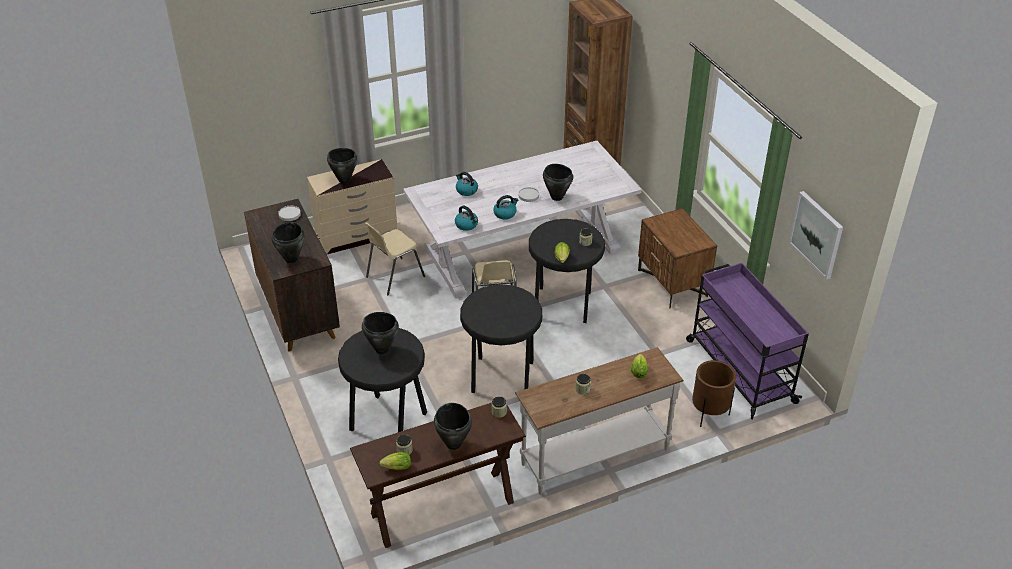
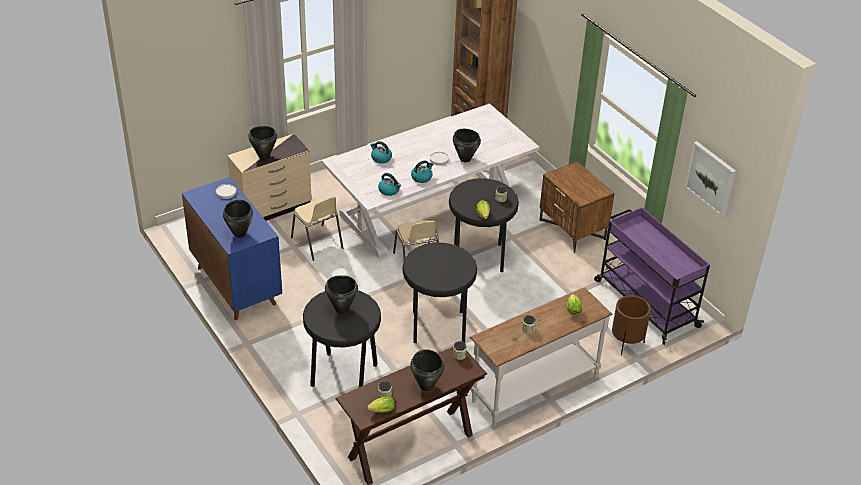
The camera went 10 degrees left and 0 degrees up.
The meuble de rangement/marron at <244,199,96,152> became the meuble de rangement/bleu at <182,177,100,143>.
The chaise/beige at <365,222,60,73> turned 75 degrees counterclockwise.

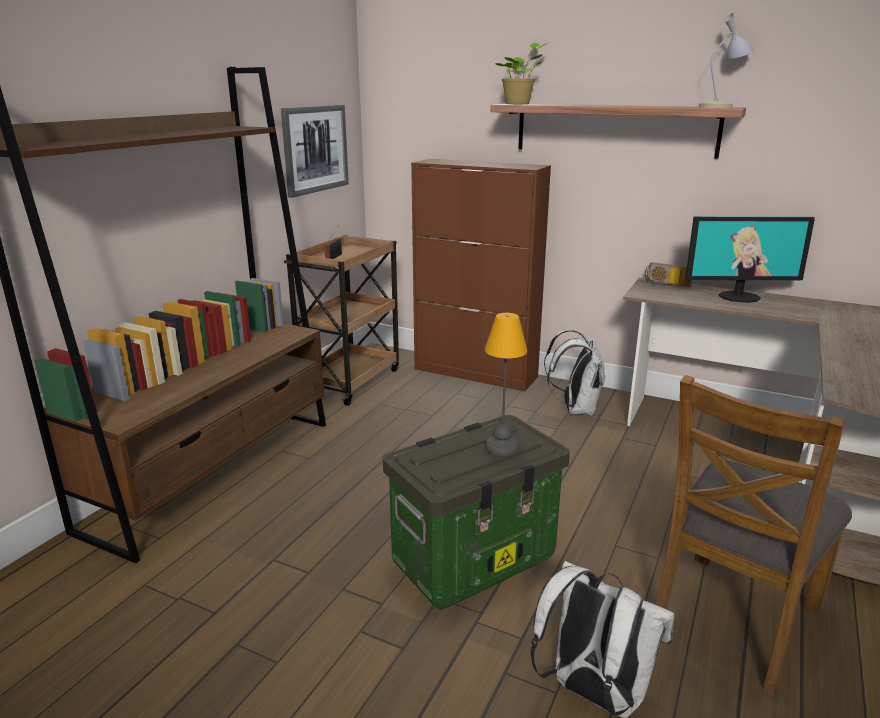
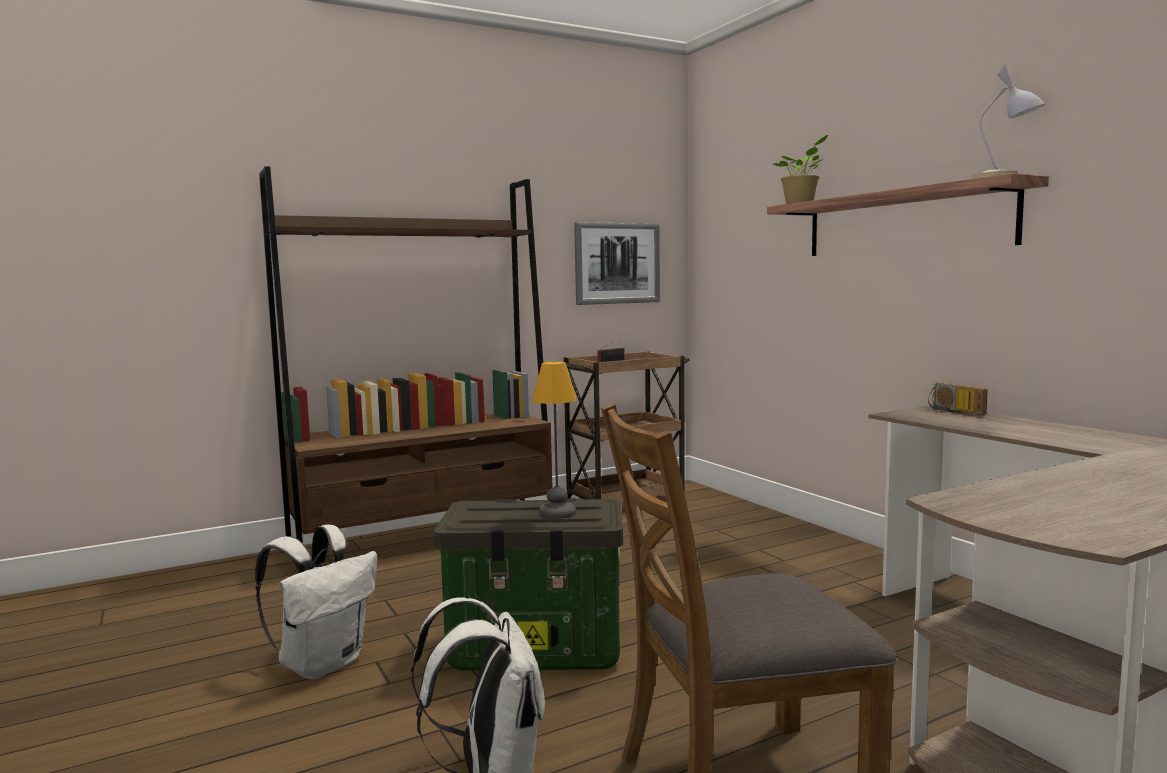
The camera went 35 degrees right and 15 degrees down.
The meuble de rangement/marron at <411,159,140,232> disappeared.
The écran d'ordinateur at <685,217,130,86> disappeared.
The sac à dos/blanc moved from <544,329,61,87> to <255,525,122,154>.

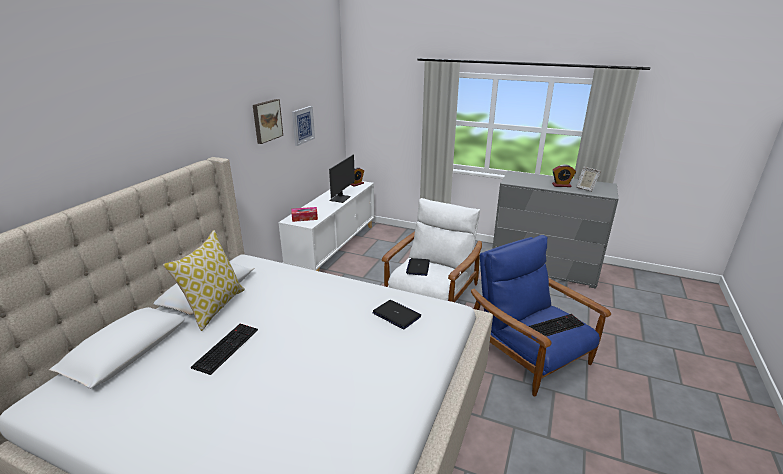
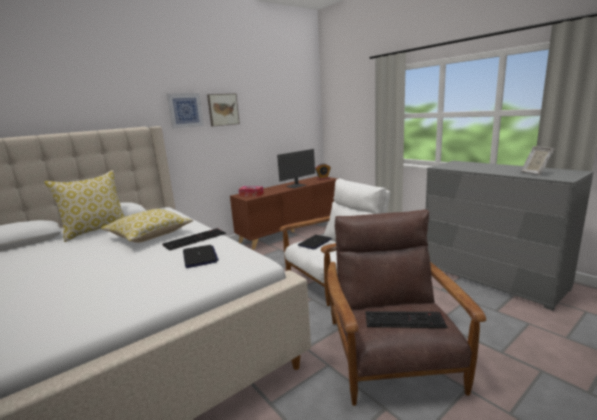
The camera went 30 degrees right and 10 degrees down.
The tableau moved from <292,106,23,40> to <166,93,38,36>.
The réveil at <552,164,24,23> disappeared.
The meuble de rangement/blanc at <278,181,96,90> became the meuble de rangement/marron at <230,176,108,74>.
The fauteuil/bleu at <471,235,140,162> became the fauteuil/marron at <327,209,159,197>.
The clavier moved from <191,324,67,51> to <162,228,64,23>.
The coussin at <101,209,92,34> appeared.

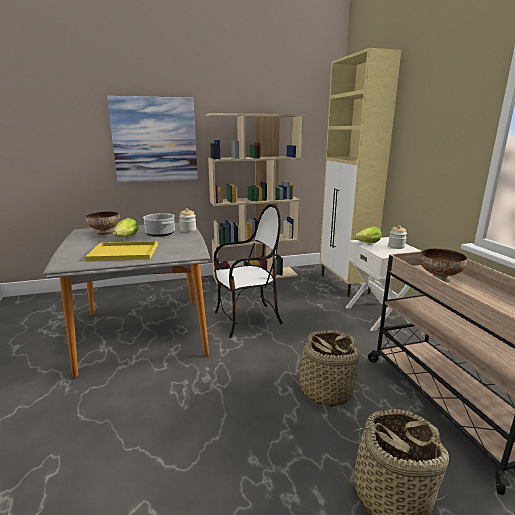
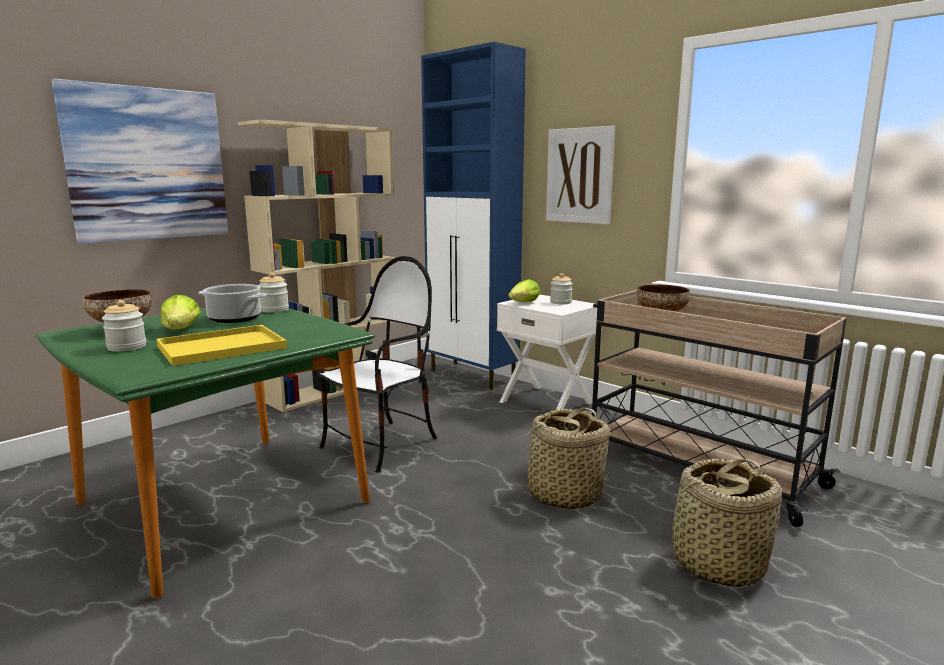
The camera went 30 degrees left and 5 degrees down.
The meuble de rangement/beige at <320,48,81,249> became the meuble de rangement/bleu at <421,42,105,348>.
The table à manger/gris at <43,223,167,154> became the table à manger/vert at <35,308,340,291>.
The tableau at <546,126,69,98> appeared.
The bocal at <102,300,44,52> appeared.

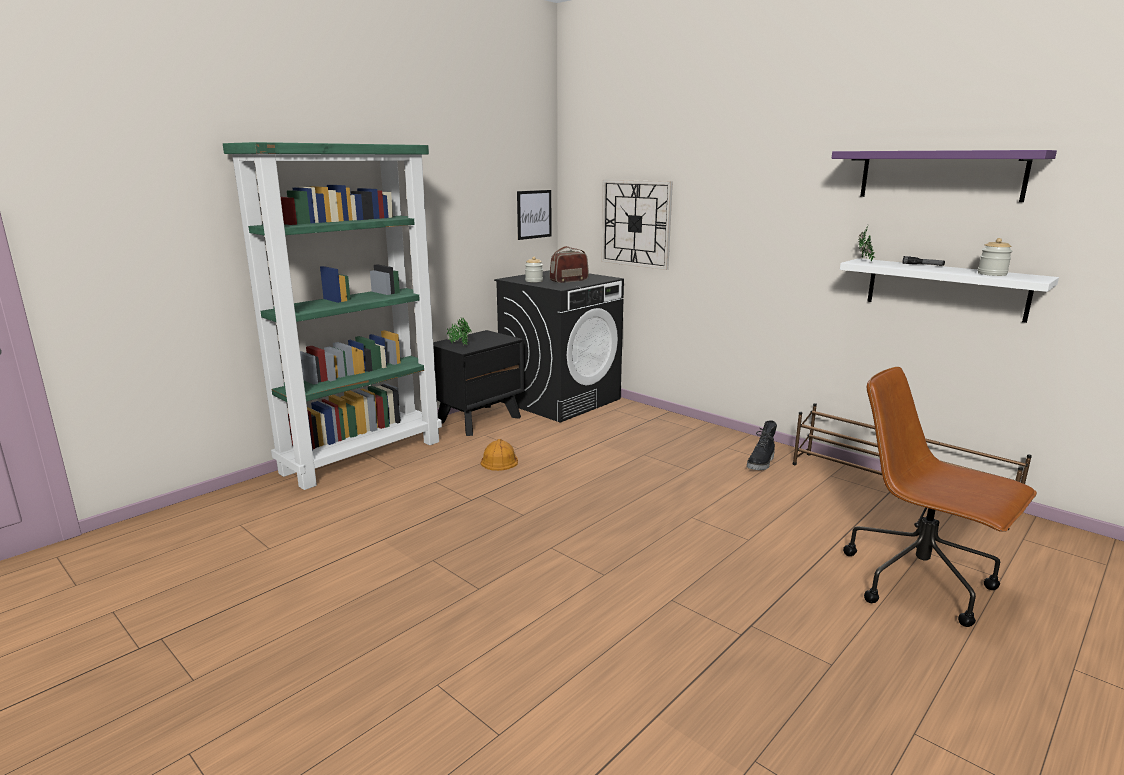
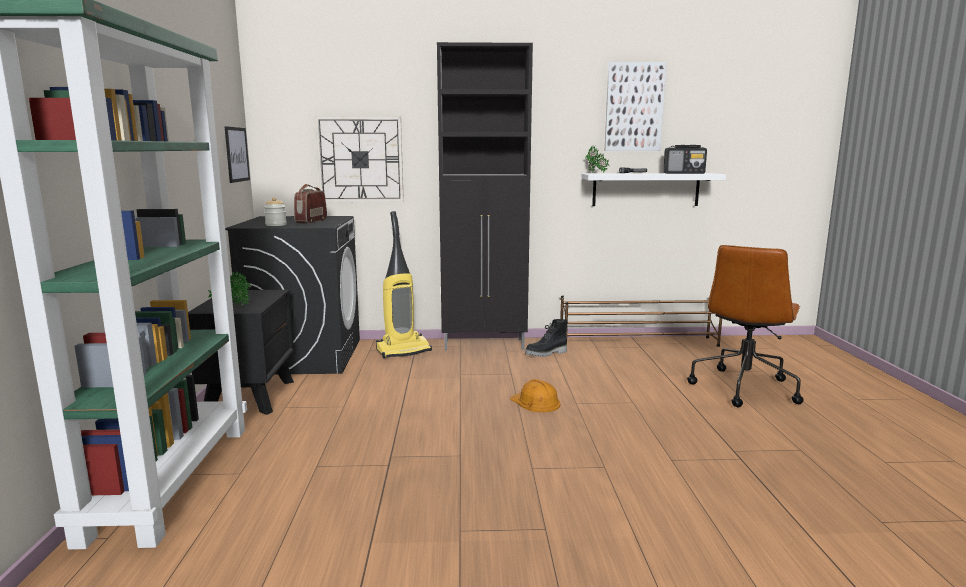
The camera went 45 degrees left and 5 degrees down.
The étagère/violet at <831,150,226,52> was replaced by the tableau at <605,62,61,89>.
The bocal at <978,238,34,38> was replaced by the radio at <663,145,44,29>.
The chaise de bureau/marron at <843,367,194,260> turned 60 degrees counterclockwise.
The botte/noir at <747,420,30,50> turned 75 degrees clockwise.
The casque de chantier/orange moved from <480,439,38,32> to <510,379,50,33>.
The meuble de rangement/noir at <437,42,96,309> appeared.
The aspirateur at <376,211,56,147> appeared.

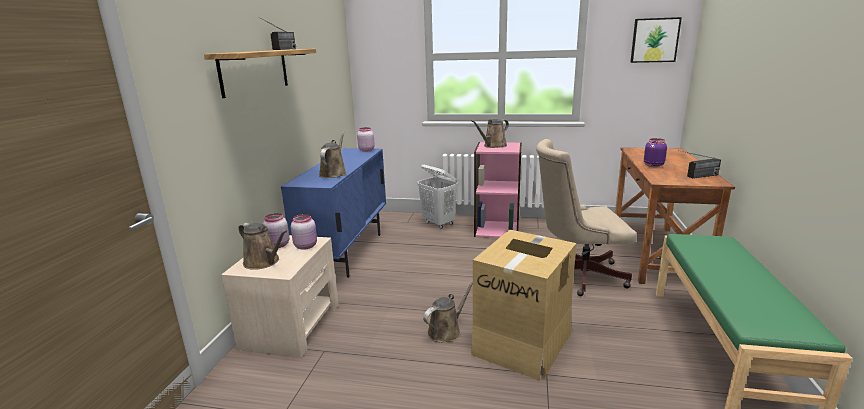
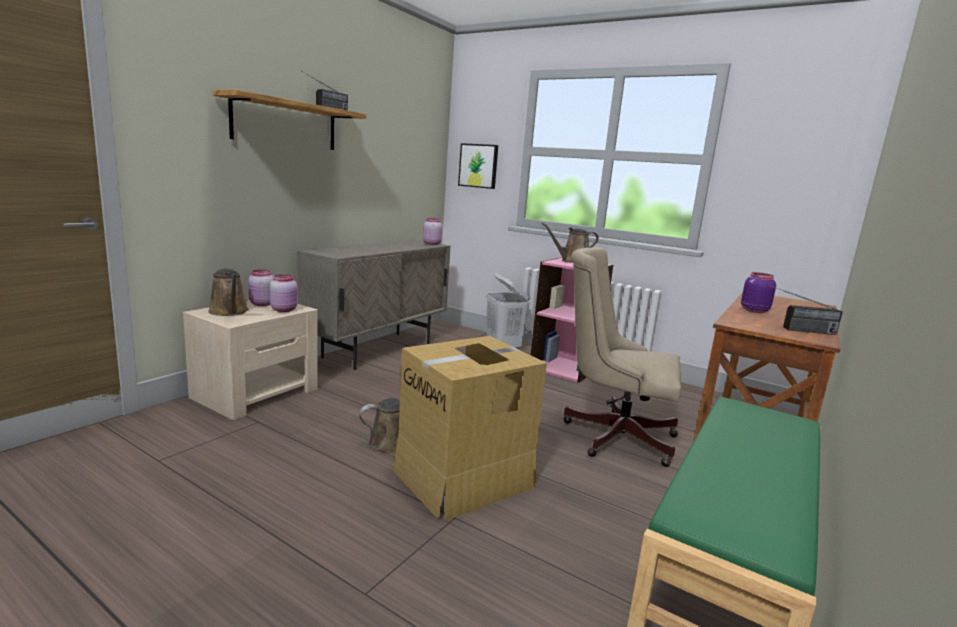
The camera went 20 degrees right and 5 degrees down.
The tableau moved from <630,17,52,46> to <458,143,40,46>.
The arrosoir/marron at <319,132,28,46> disappeared.
The meuble de rangement/bleu at <281,148,105,130> became the meuble de rangement/beige at <297,240,154,130>.

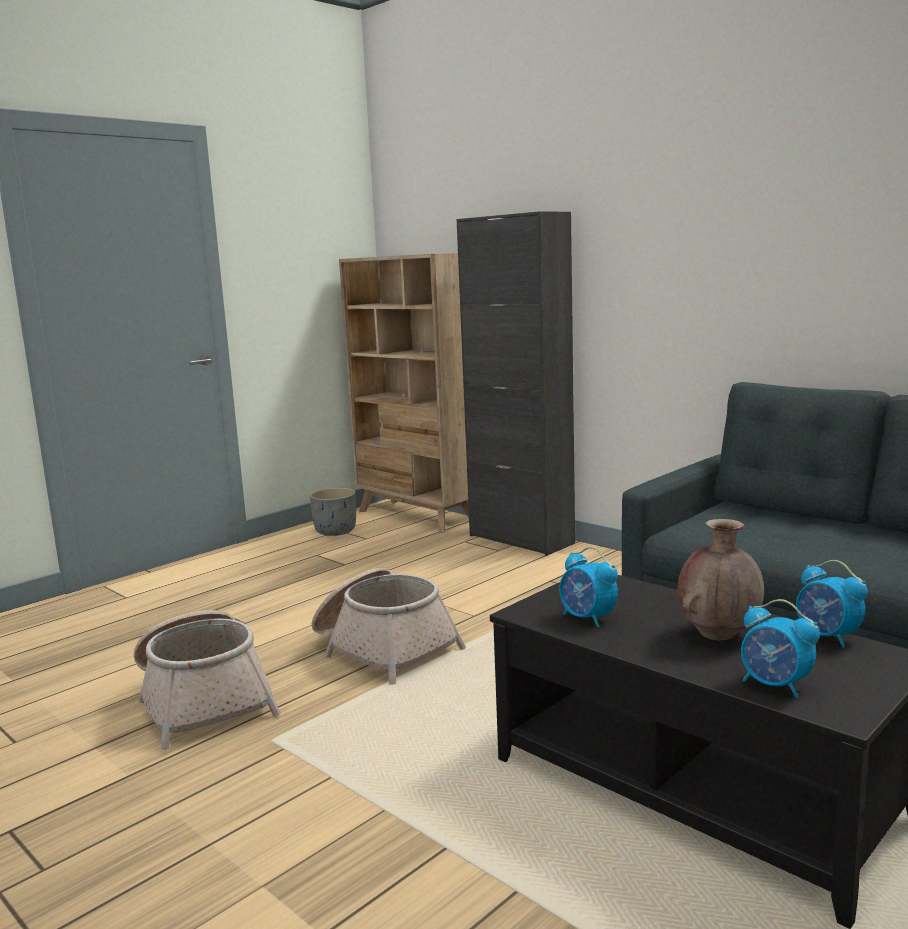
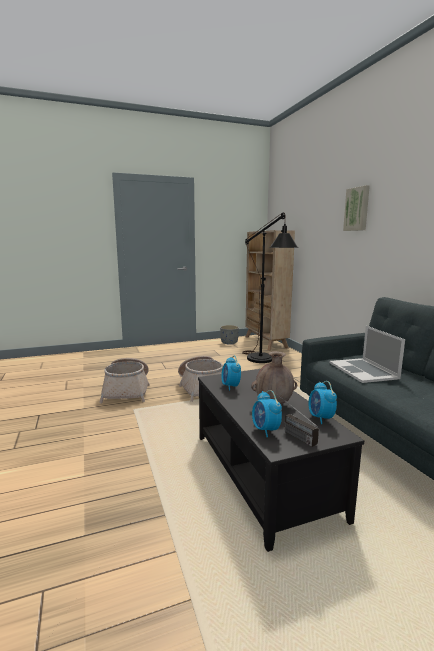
The camera went 25 degrees right and 0 degrees up.
The meuble de rangement/noir at <457,211,118,345> disappeared.
The tableau at <343,185,27,46> appeared.
The lampadaire/noir at <242,212,57,151> appeared.
The ordinateur portable at <330,326,75,57> appeared.
The radio at <278,395,41,52> appeared.

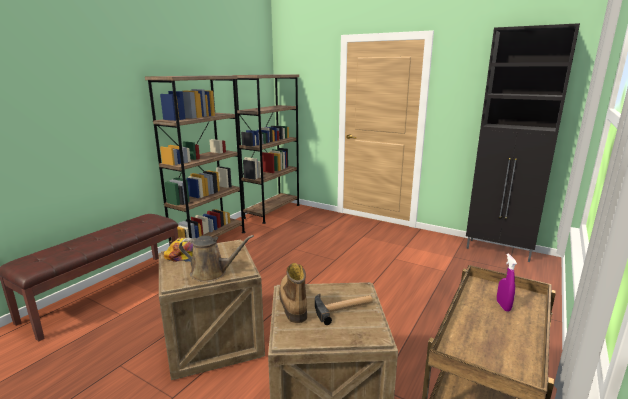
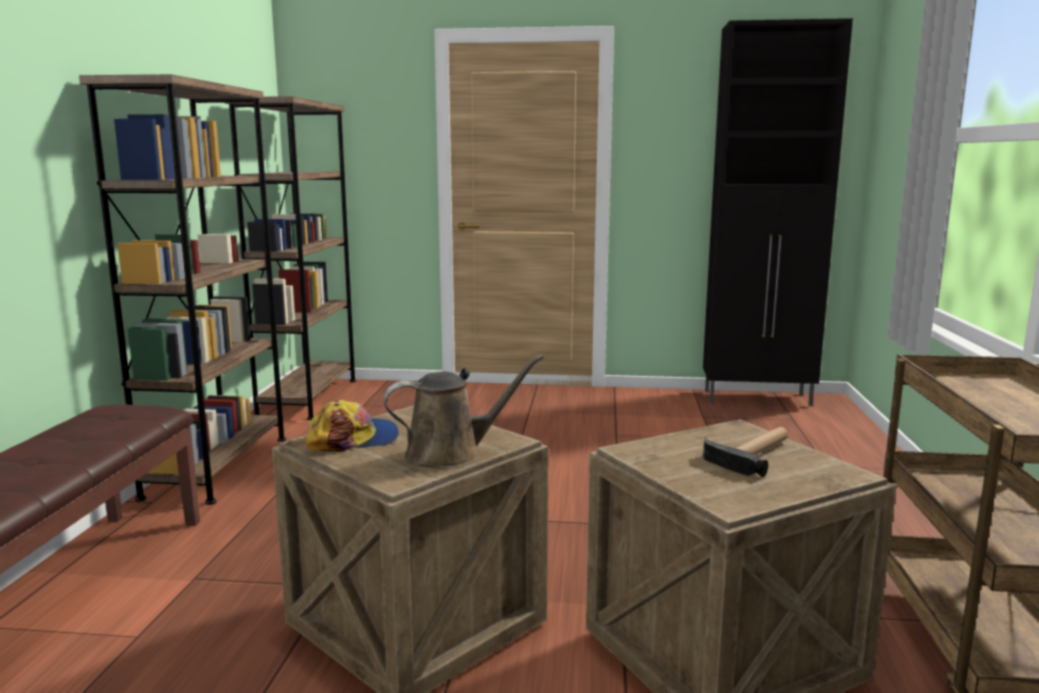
The camera went 25 degrees left and 5 degrees down.
The vaporisateur/violet at <497,253,20,59> disappeared.
The botte at <279,263,28,60> disappeared.

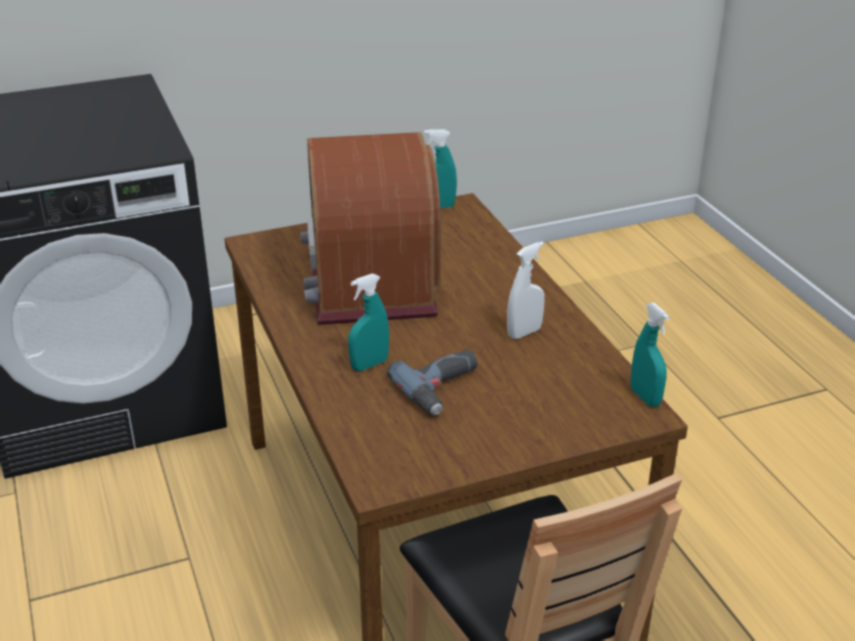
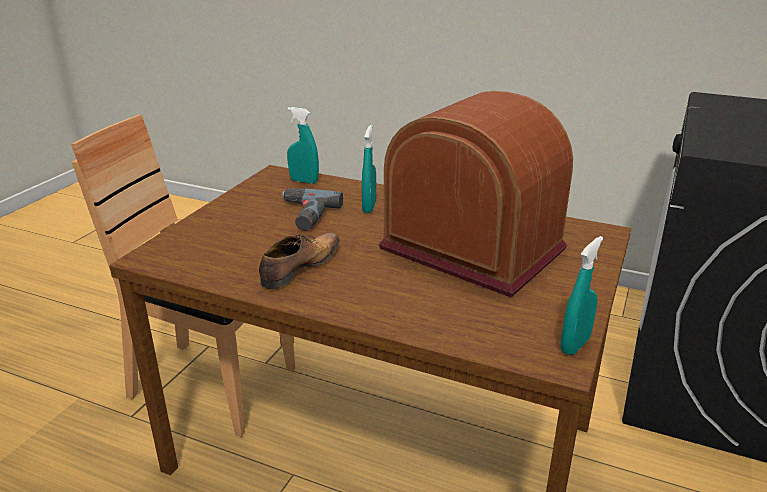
The camera went 135 degrees right and 5 degrees down.
The vaporisateur/blanc at <507,242,38,97> was replaced by the chaussure at <259,233,81,56>.
The vaporisateur/turquoise moved from <631,303,39,104> to <287,107,32,77>.

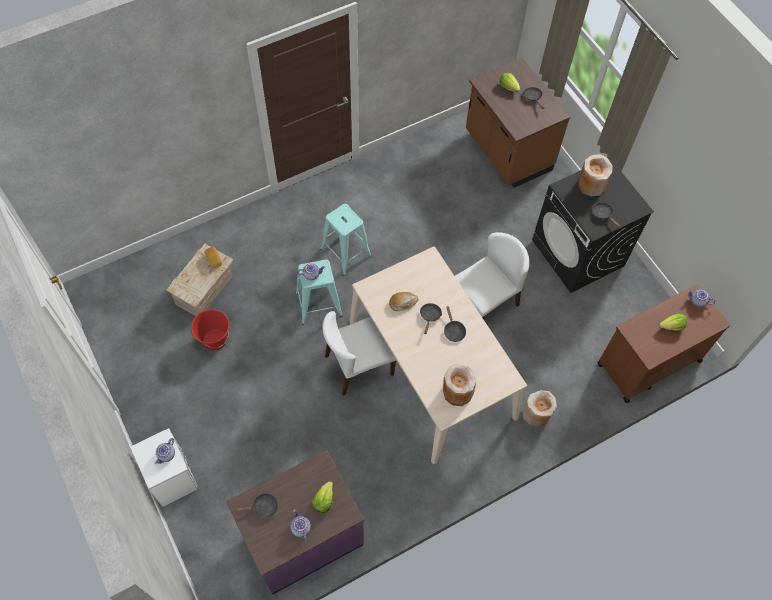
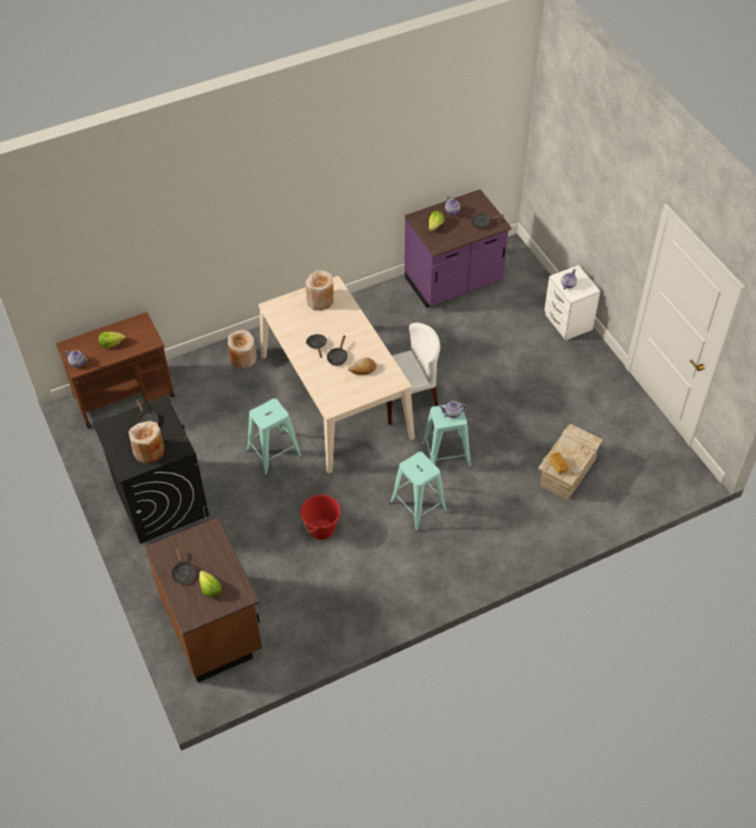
The camera went 175 degrees left and 10 degrees down.
The chaise/blanc at <455,232,74,87> was replaced by the tabouret/turquoise at <246,398,56,78>.
The seau/rouge moved from <191,309,39,41> to <300,495,41,45>.

